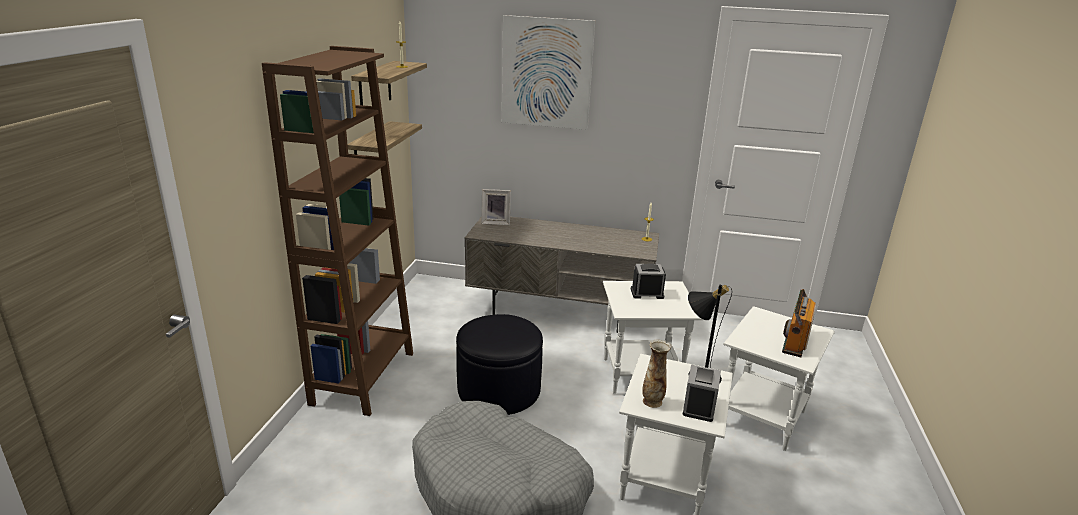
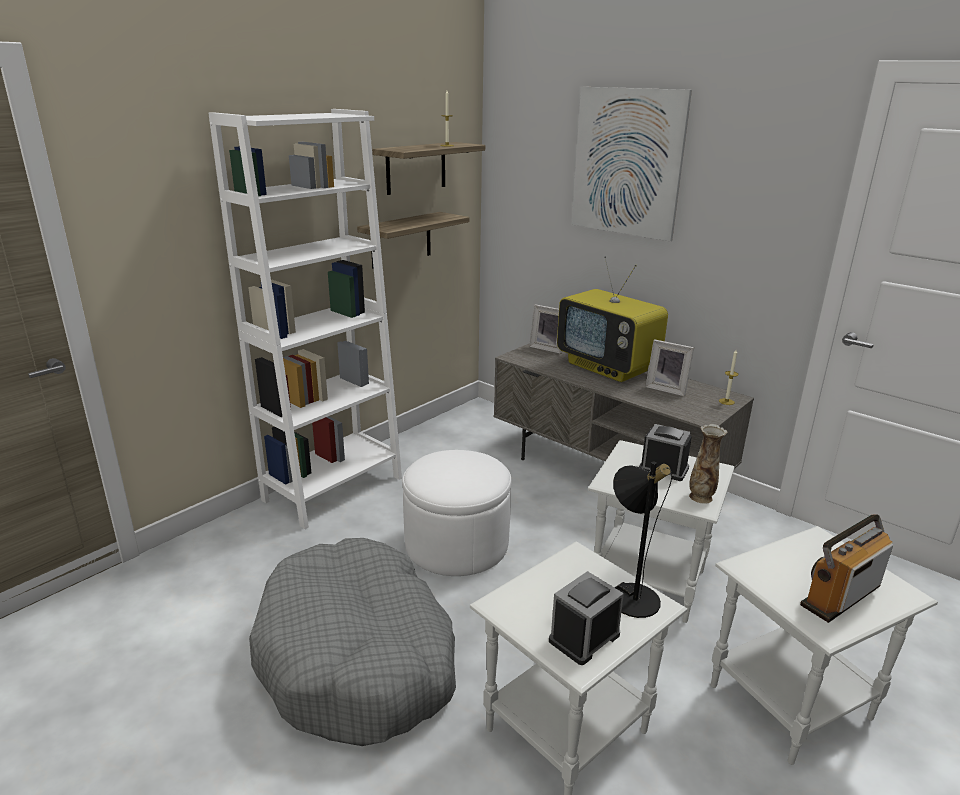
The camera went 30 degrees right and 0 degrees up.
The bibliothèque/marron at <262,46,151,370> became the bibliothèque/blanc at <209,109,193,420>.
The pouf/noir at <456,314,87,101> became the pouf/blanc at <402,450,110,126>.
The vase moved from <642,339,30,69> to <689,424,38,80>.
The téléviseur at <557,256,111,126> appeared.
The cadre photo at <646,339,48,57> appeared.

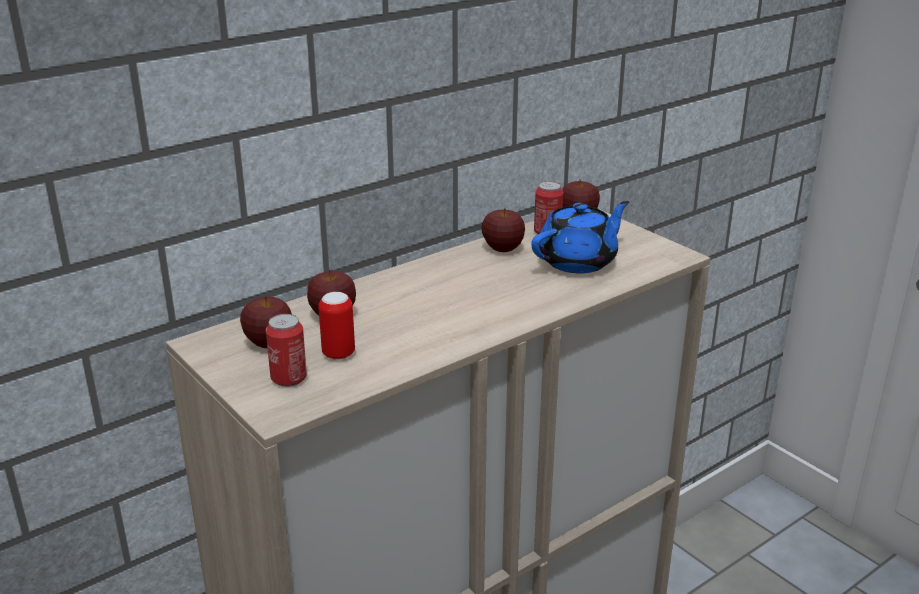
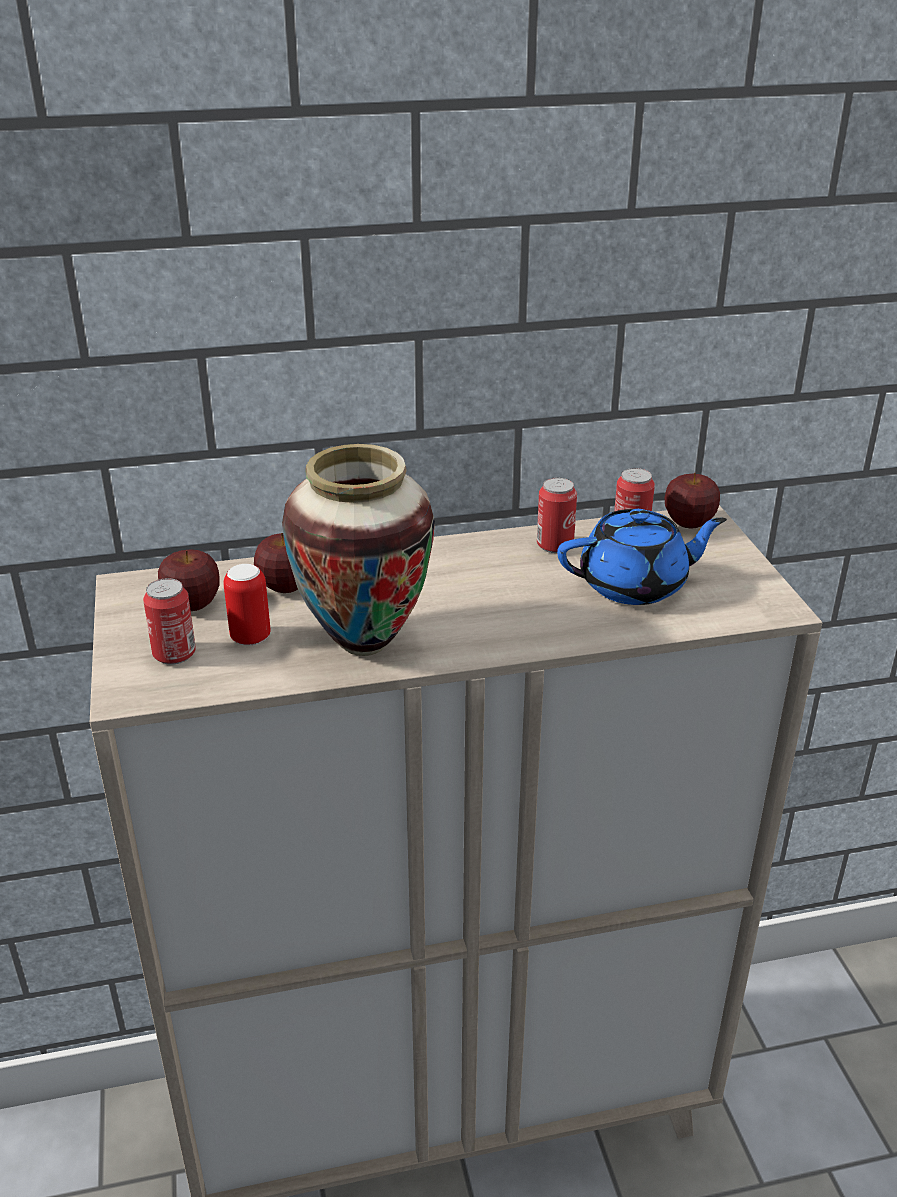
The camera went 25 degrees right and 5 degrees up.
The pomme at <481,208,44,44> was replaced by the boîte métallique at <537,477,40,76>.
The vase at <282,444,153,212> appeared.

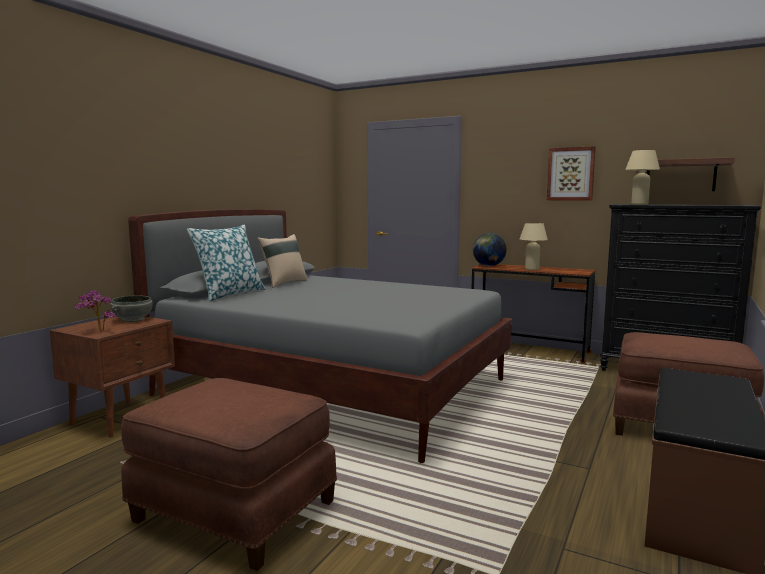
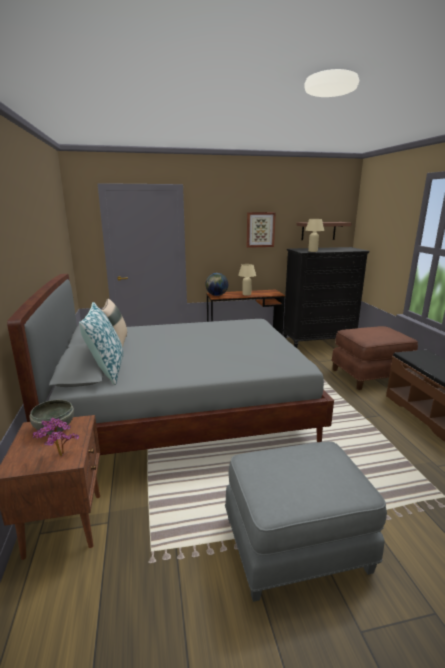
The camera went 40 degrees left and 10 degrees up.
The pouf/marron at <121,378,216,193> became the pouf/gris at <225,441,162,161>.

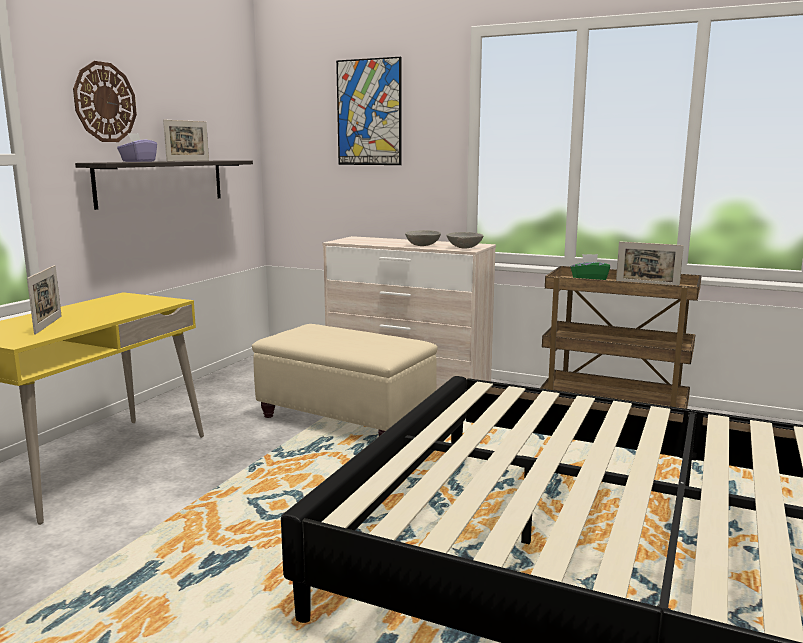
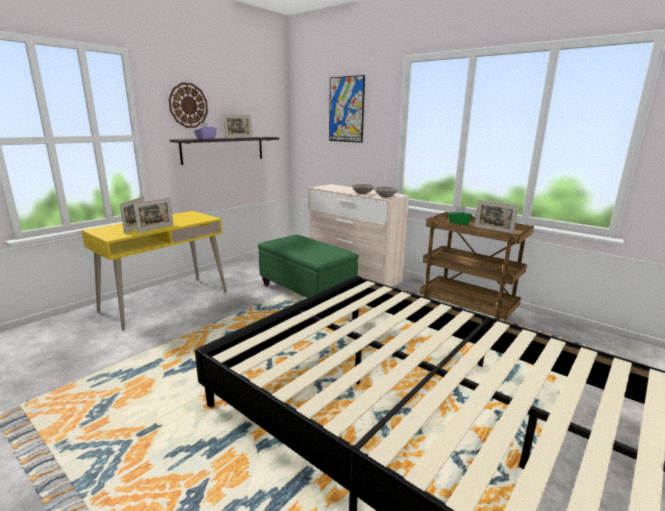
The camera went 15 degrees right and 5 degrees up.
The pouf/beige at <252,324,185,112> became the pouf/vert at <258,235,101,63>.
The cadre photo at <133,198,40,35> appeared.

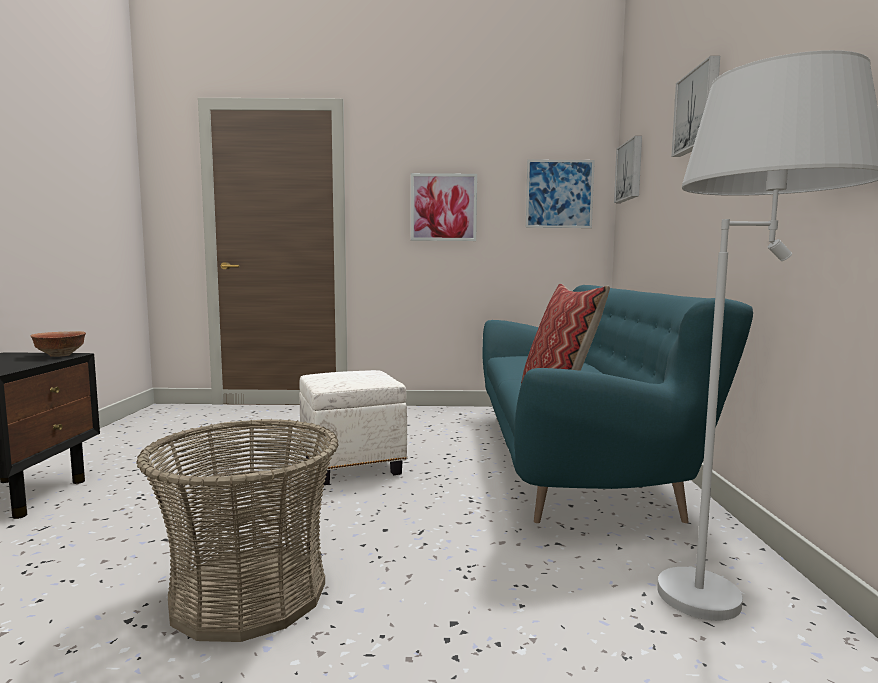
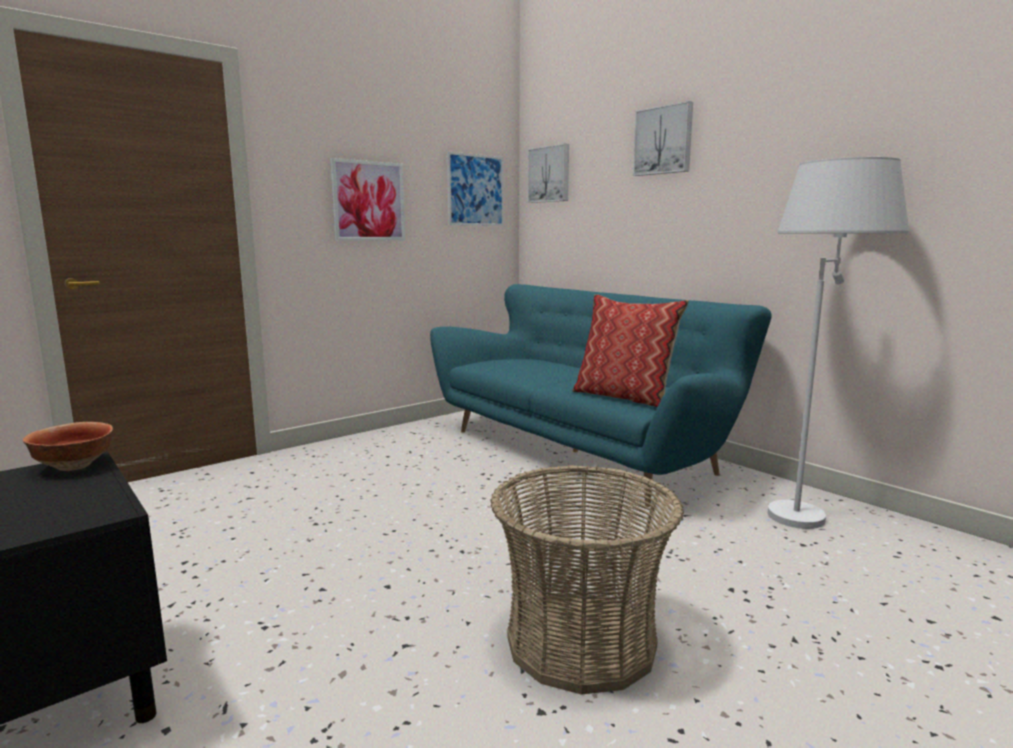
The camera went 40 degrees left and 5 degrees up.
The pouf/blanc at <299,370,108,115> disappeared.

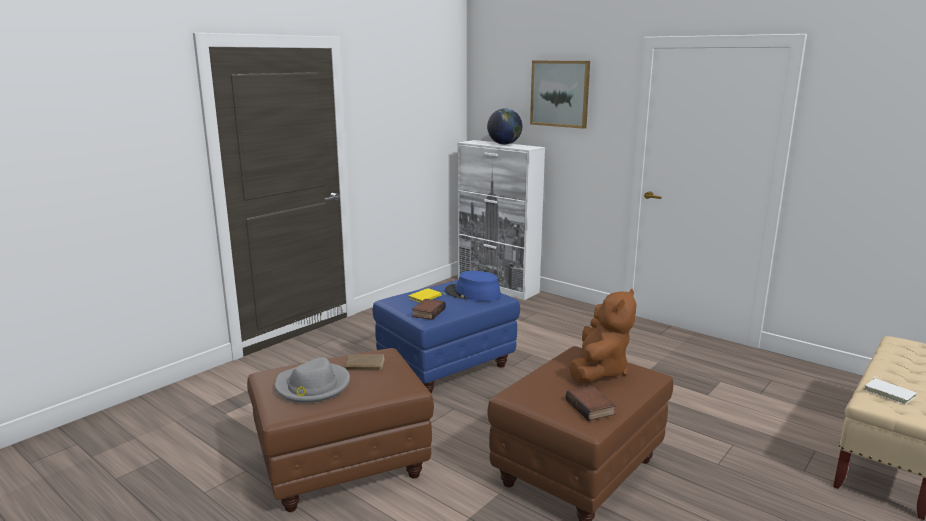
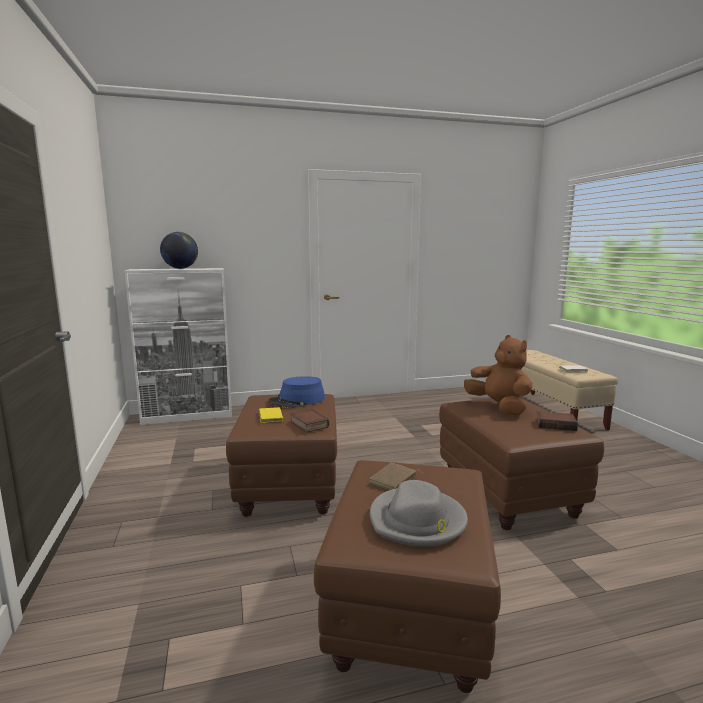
The camera went 55 degrees left and 5 degrees down.
The tableau at <530,61,60,68> disappeared.
The pouf/bleu at <372,280,148,114> became the pouf/marron at <226,394,111,123>.

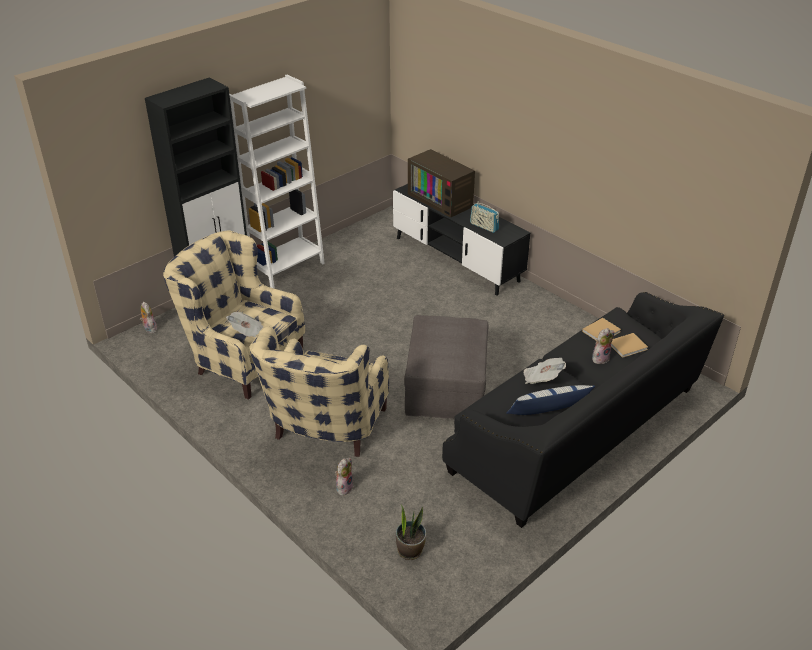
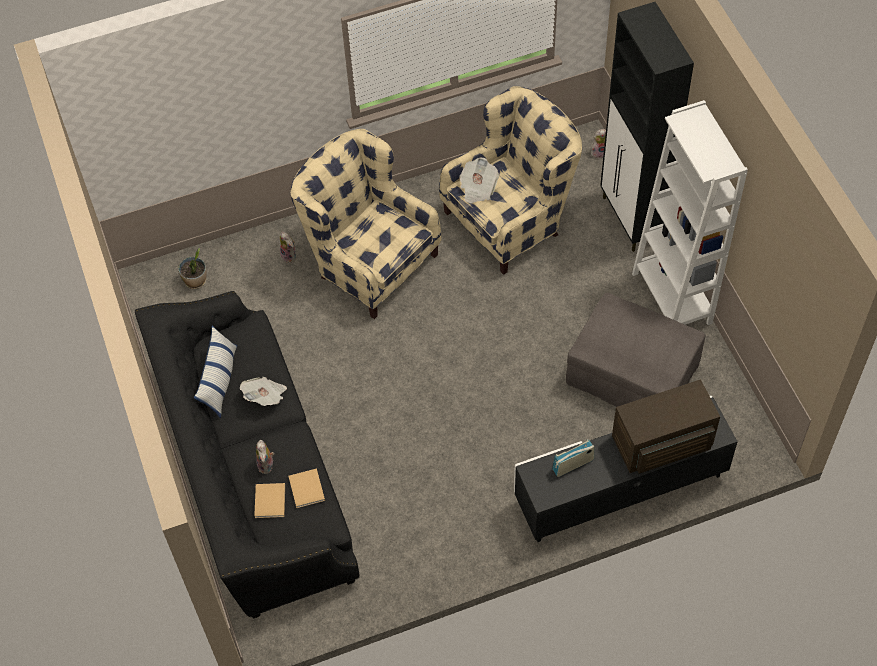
The camera went 115 degrees right and 20 degrees up.
The pouf/gris moved from <404,315,85,104> to <566,292,139,115>.

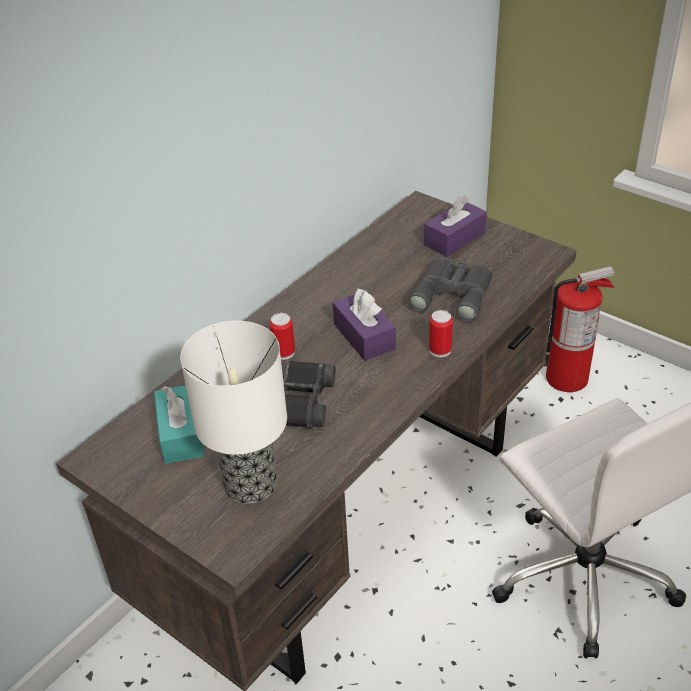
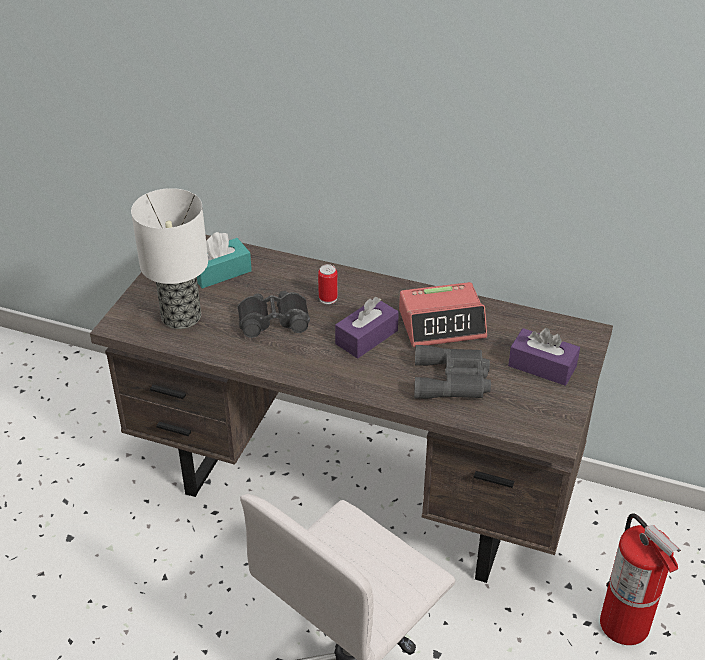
The camera went 70 degrees right and 0 degrees up.
The boîte métallique at <429,310,24,47> disappeared.
The réveil at <399,282,88,65> appeared.

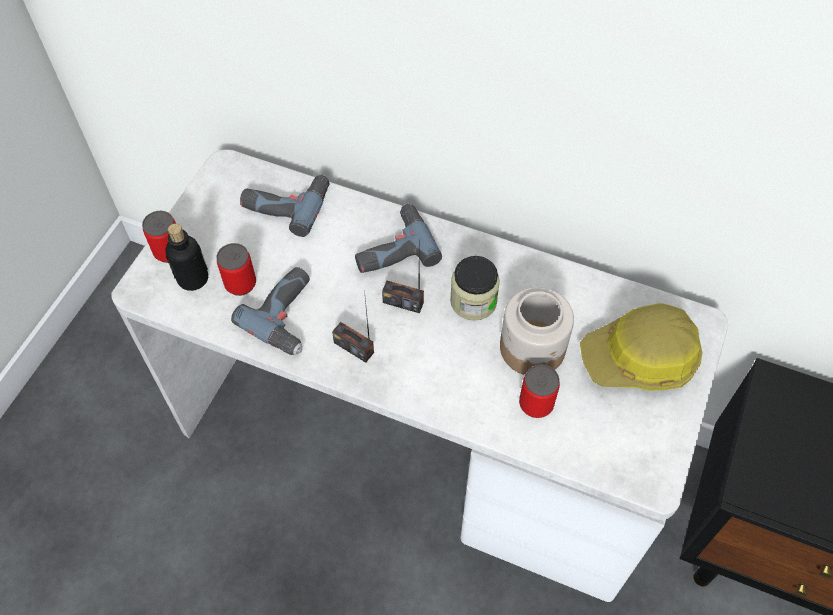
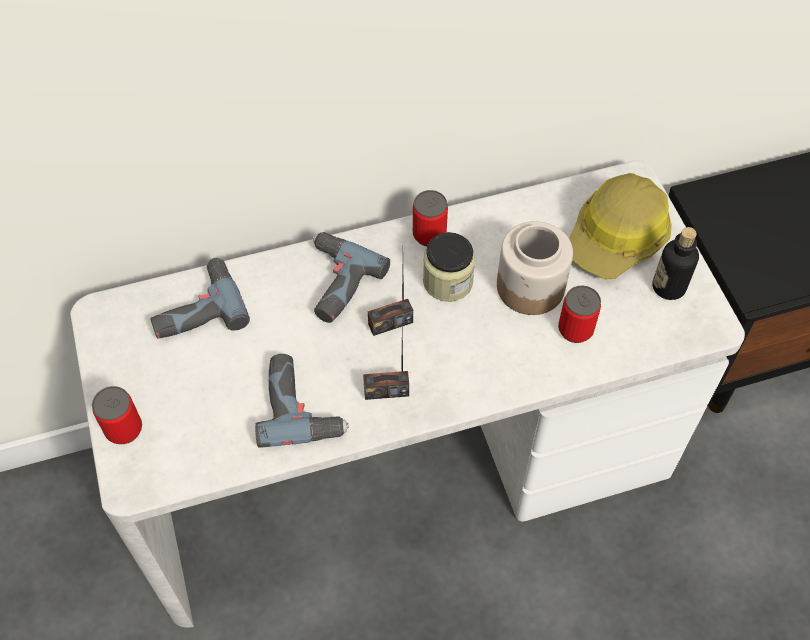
The camera went 40 degrees left and 0 degrees up.
The bouteille moved from <166,224,42,67> to <652,227,47,73>.
The boîte métallique moved from <217,243,39,53> to <413,190,35,56>.

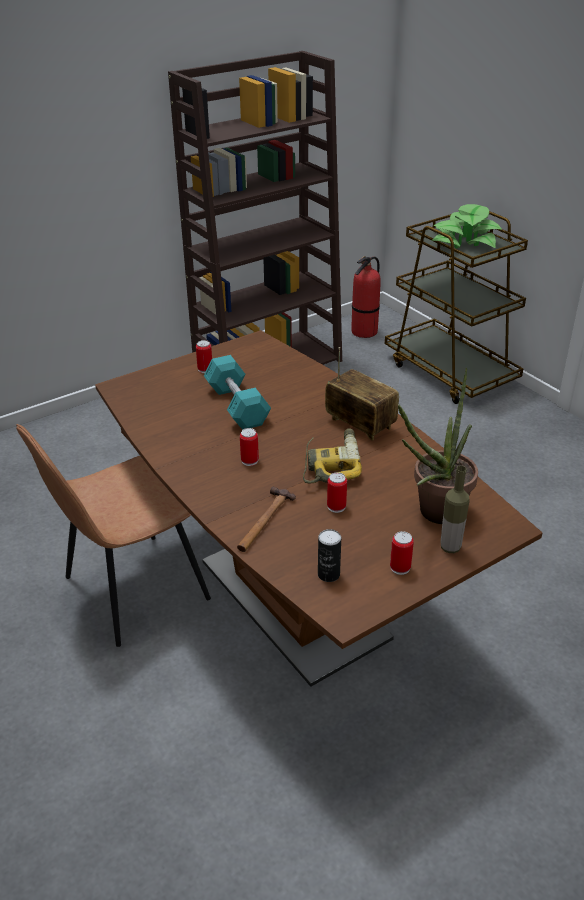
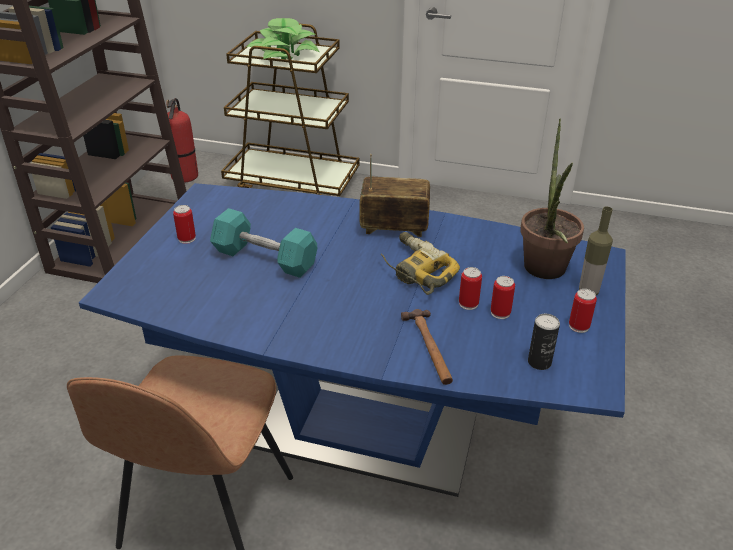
The camera went 40 degrees left and 0 degrees up.
The table à manger/marron at <95,330,447,357> became the table à manger/bleu at <79,183,547,314>.
The boîte métallique moved from <240,428,19,38> to <491,276,24,43>.

